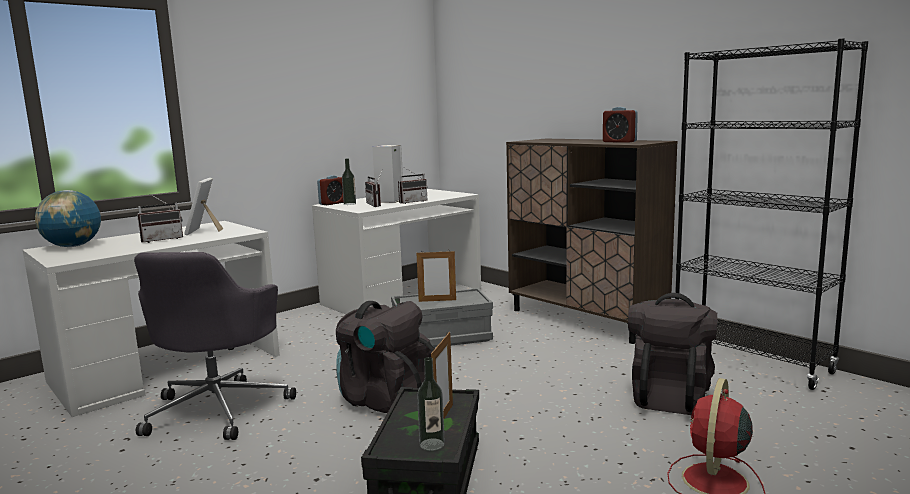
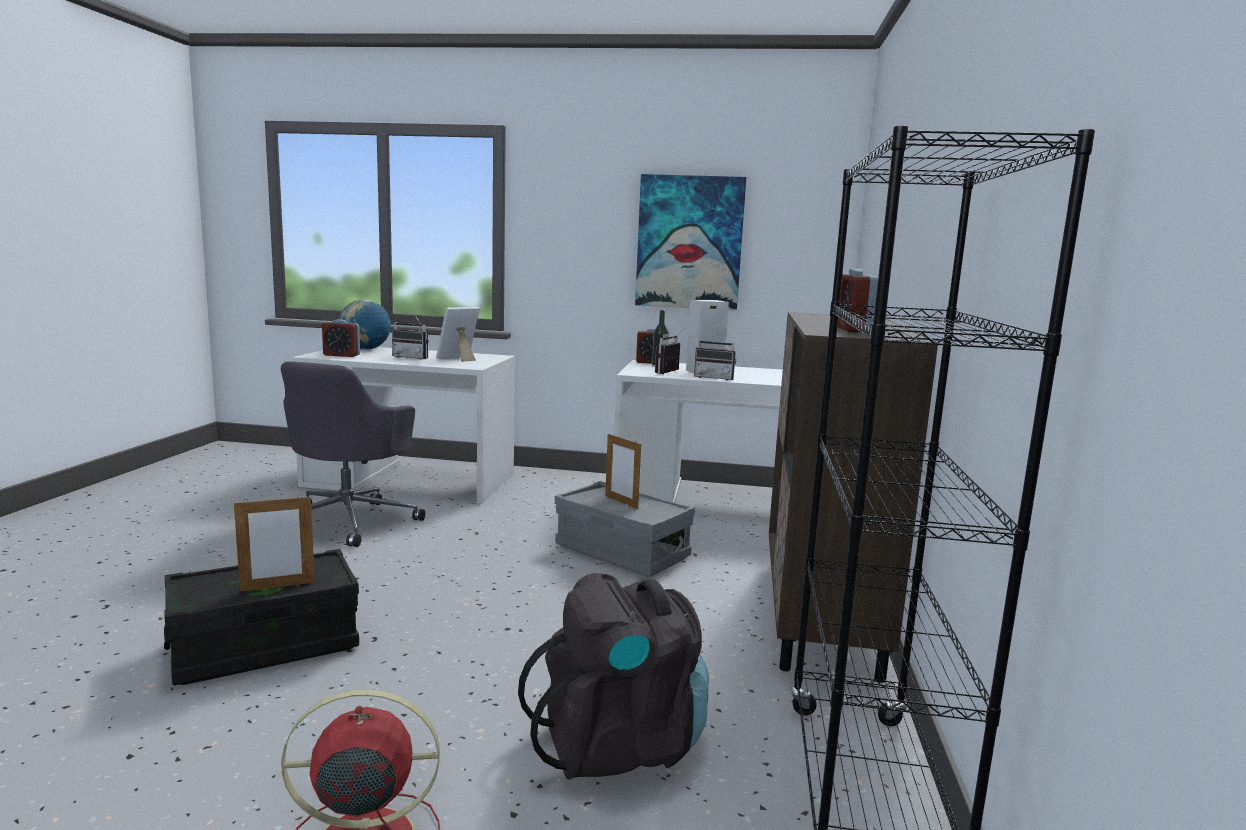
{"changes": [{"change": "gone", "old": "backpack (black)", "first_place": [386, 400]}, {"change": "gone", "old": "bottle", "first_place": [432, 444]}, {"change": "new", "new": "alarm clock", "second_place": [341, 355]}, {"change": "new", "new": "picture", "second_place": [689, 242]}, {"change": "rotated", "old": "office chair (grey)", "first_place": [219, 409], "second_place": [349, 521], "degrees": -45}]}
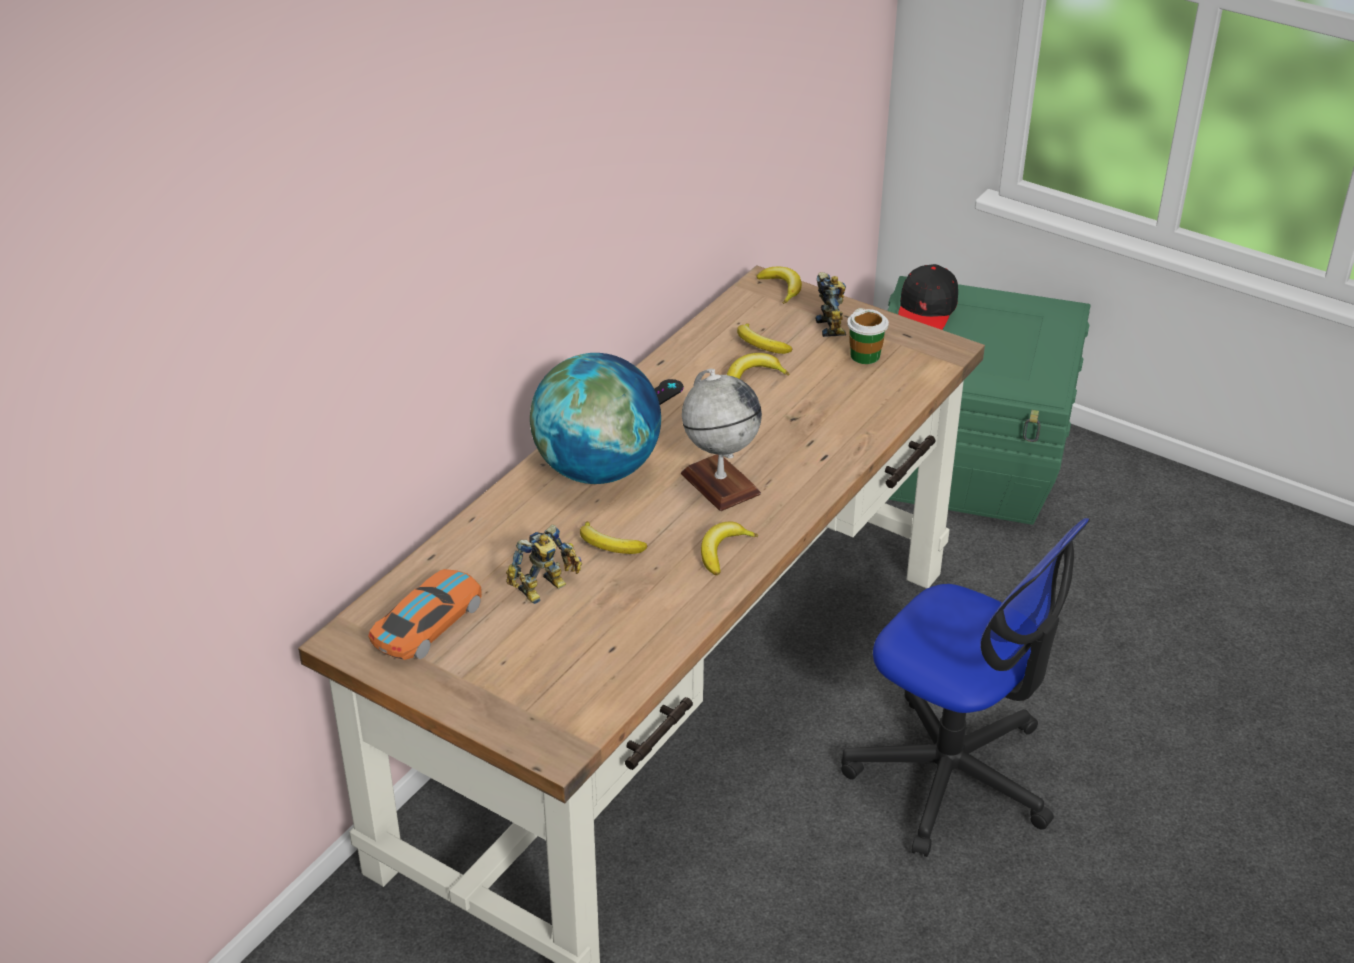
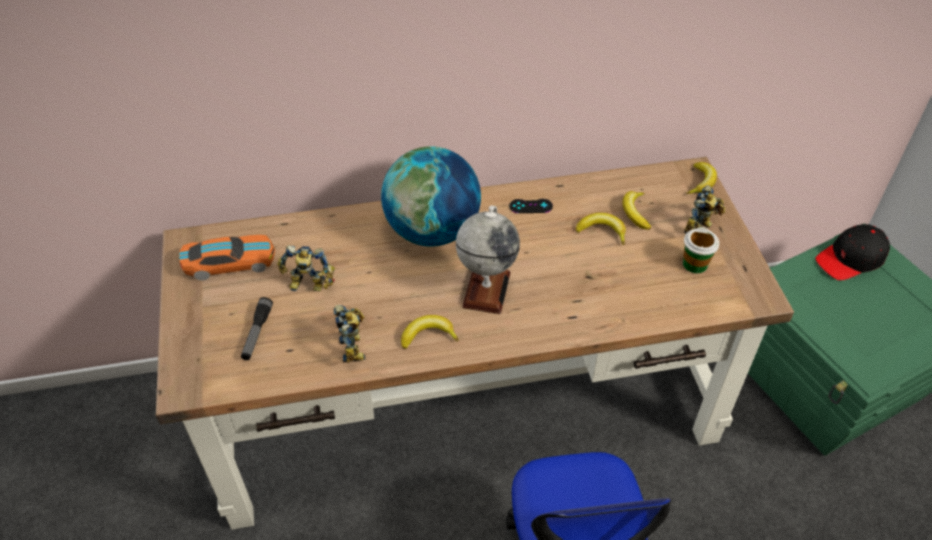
{"changes": [{"change": "gone", "old": "banana", "first_place": [609, 546]}, {"change": "new", "new": "flashlight", "second_place": [257, 333]}, {"change": "new", "new": "toy robot", "second_place": [354, 347]}]}
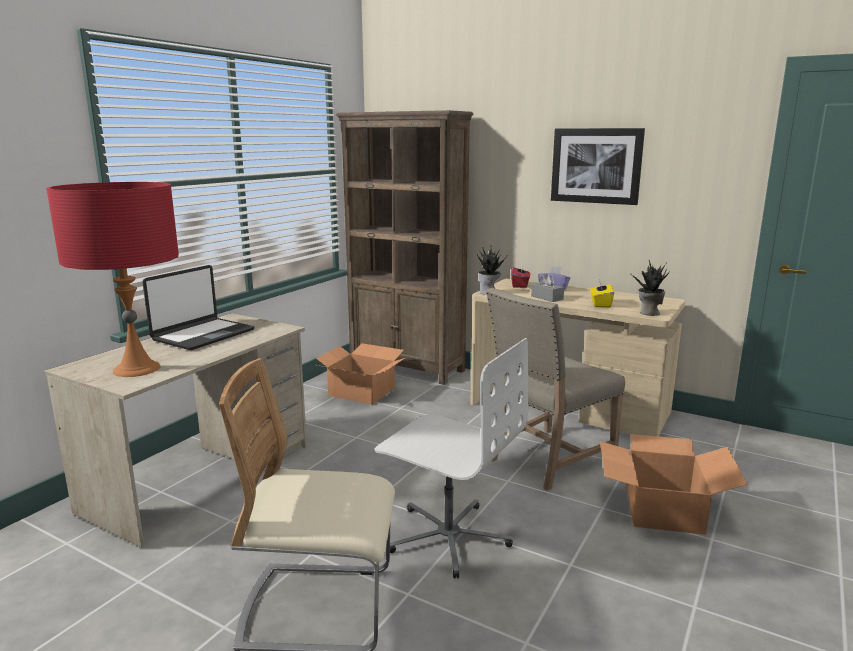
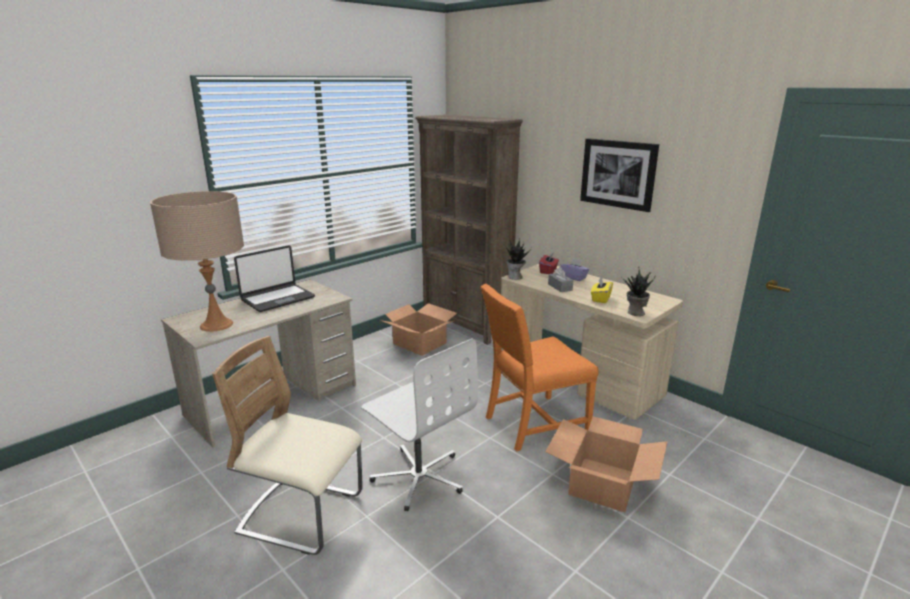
{"changes": [{"change": "repainted", "old": "table lamp (red)", "new": "table lamp (beige)", "first_place": [137, 369], "second_place": [216, 325]}, {"change": "repainted", "old": "chair (beige)", "new": "chair (orange)", "first_place": [547, 459], "second_place": [532, 424]}]}
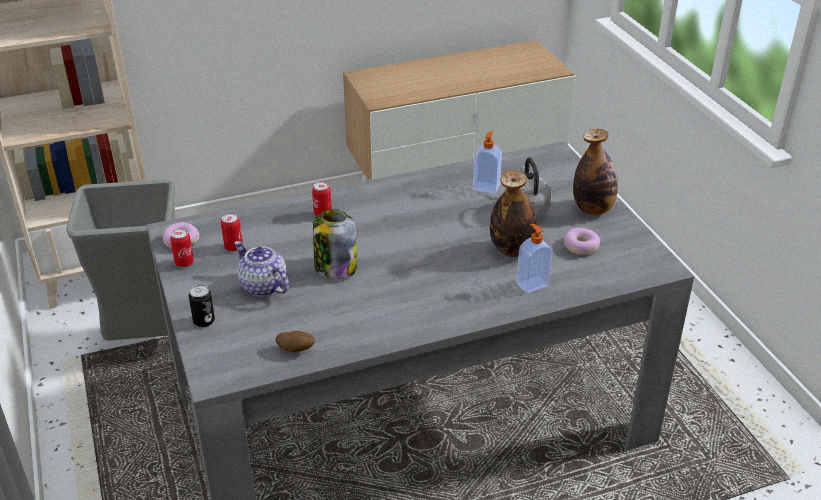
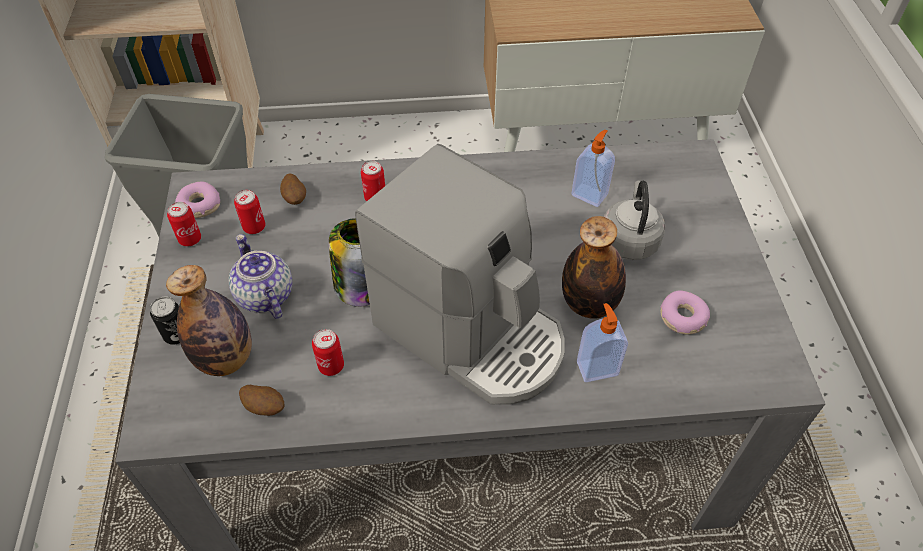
{"changes": [{"change": "new", "new": "potato", "second_place": [295, 198]}, {"change": "new", "new": "can", "second_place": [331, 366]}, {"change": "new", "new": "coffee machine", "second_place": [472, 333]}, {"change": "shifted", "old": "bottle", "first_place": [593, 209], "second_place": [226, 359]}]}
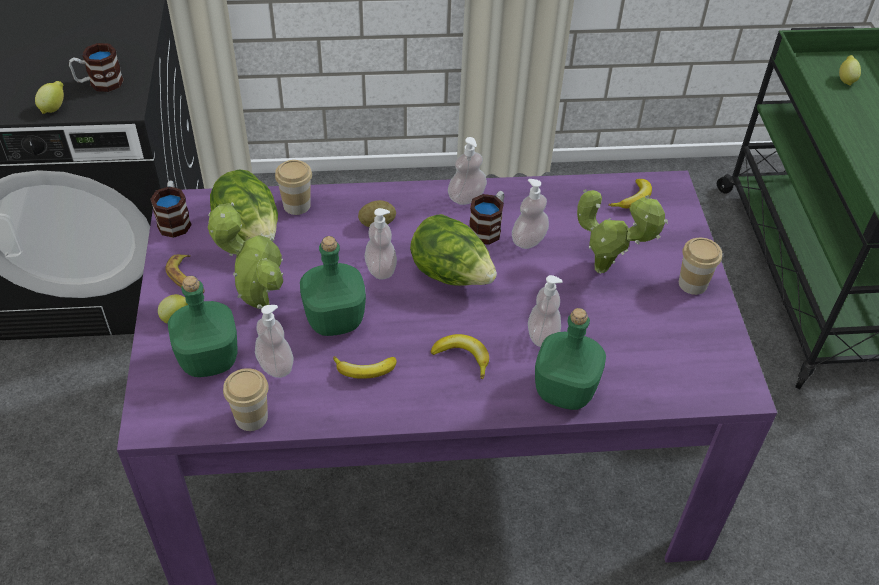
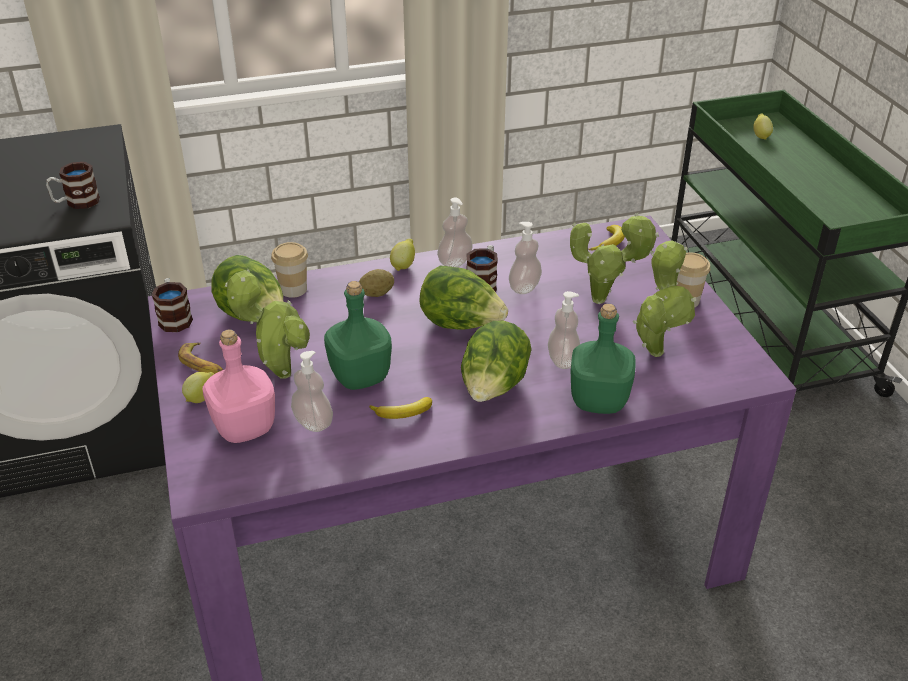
{"changes": [{"change": "gone", "old": "cup", "first_place": [251, 417]}, {"change": "gone", "old": "soap dispenser", "first_place": [381, 269]}, {"change": "new", "new": "potted plant", "second_place": [655, 348]}, {"change": "shifted", "old": "lemon", "first_place": [54, 108], "second_place": [403, 265]}, {"change": "swapped", "old": "banana", "new": "lettuce", "first_place": [463, 357], "second_place": [494, 388]}, {"change": "repainted", "old": "bottle (green)", "new": "bottle (pink)", "first_place": [208, 359], "second_place": [244, 427]}]}
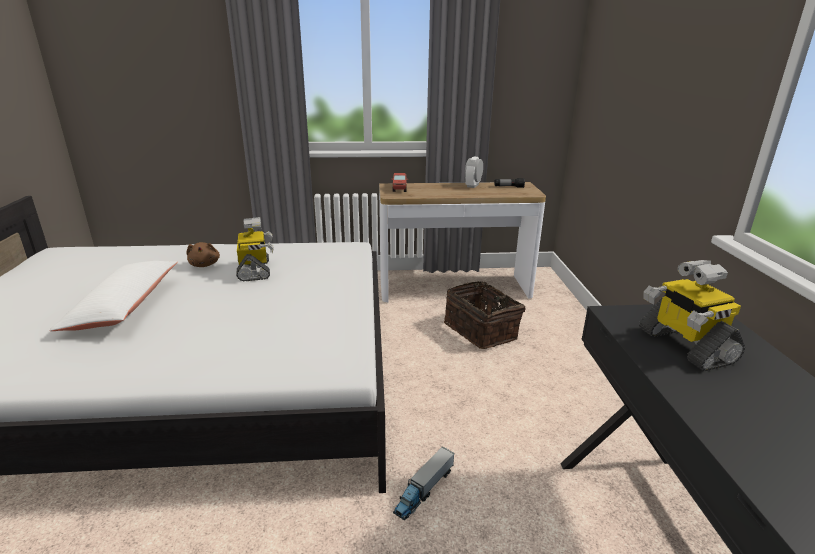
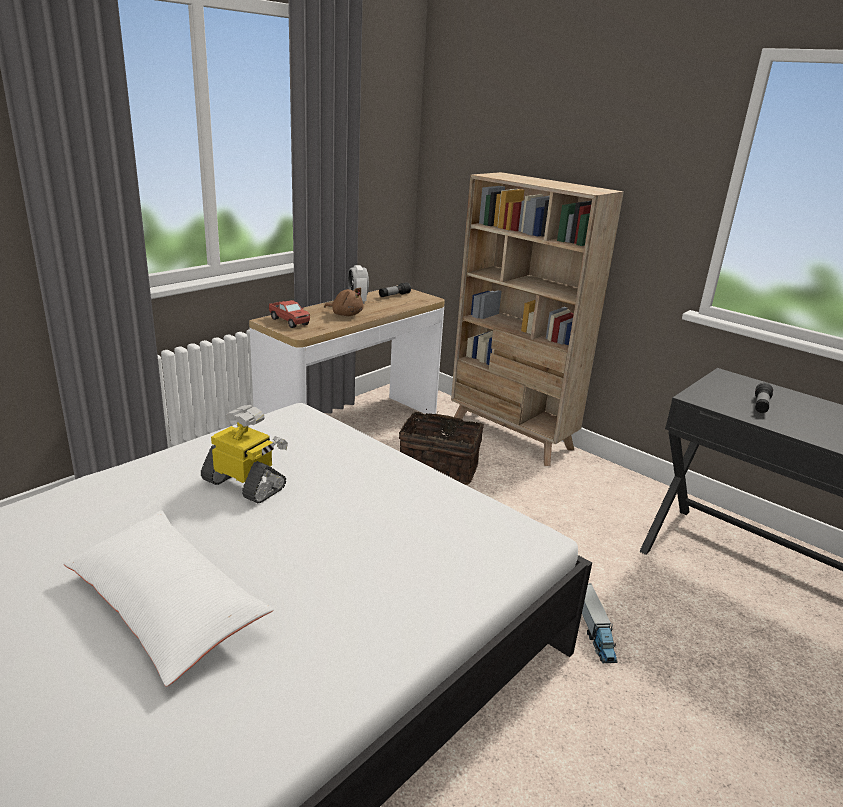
{"changes": [{"change": "new", "new": "bookcase (beige)", "second_place": [511, 436]}, {"change": "shifted", "old": "plush toy (brown)", "first_place": [205, 264], "second_place": [346, 314]}, {"change": "swapped", "old": "toy robot", "new": "flashlight", "first_place": [684, 345], "second_place": [760, 405]}]}
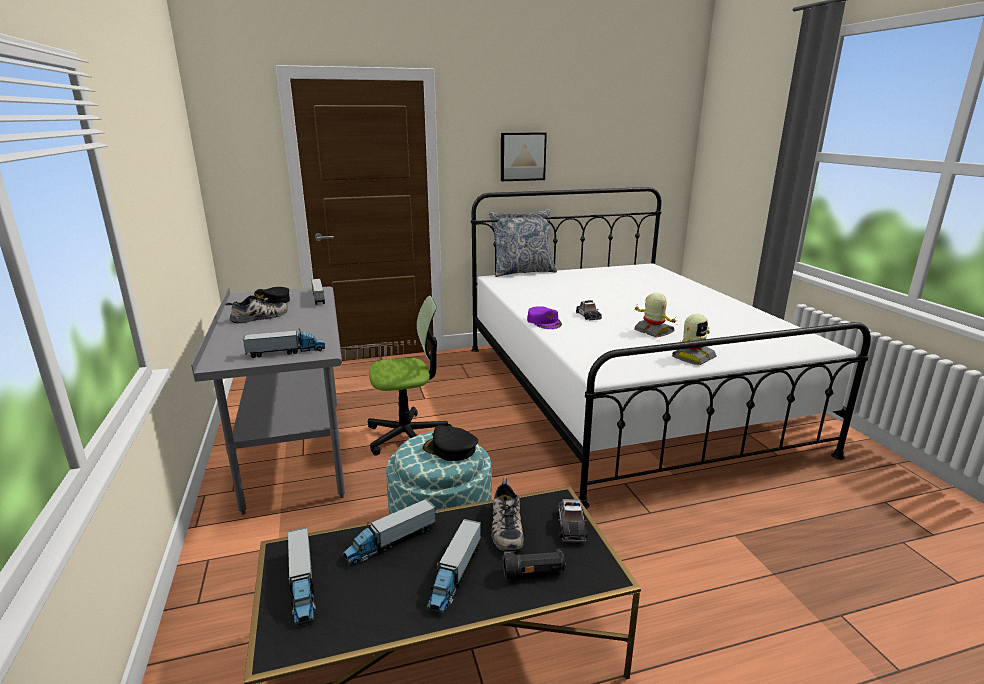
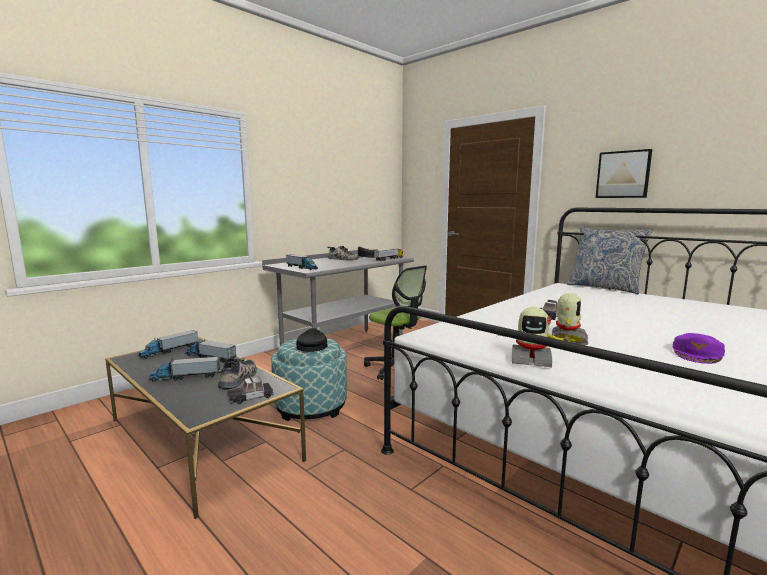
{"changes": [{"change": "gone", "old": "flashlight (black)", "first_place": [534, 573]}, {"change": "shifted", "old": "cap (purple)", "first_place": [544, 322], "second_place": [697, 354]}, {"change": "rotated", "old": "shoe", "first_place": [505, 526], "second_place": [239, 379], "degrees": 135}]}
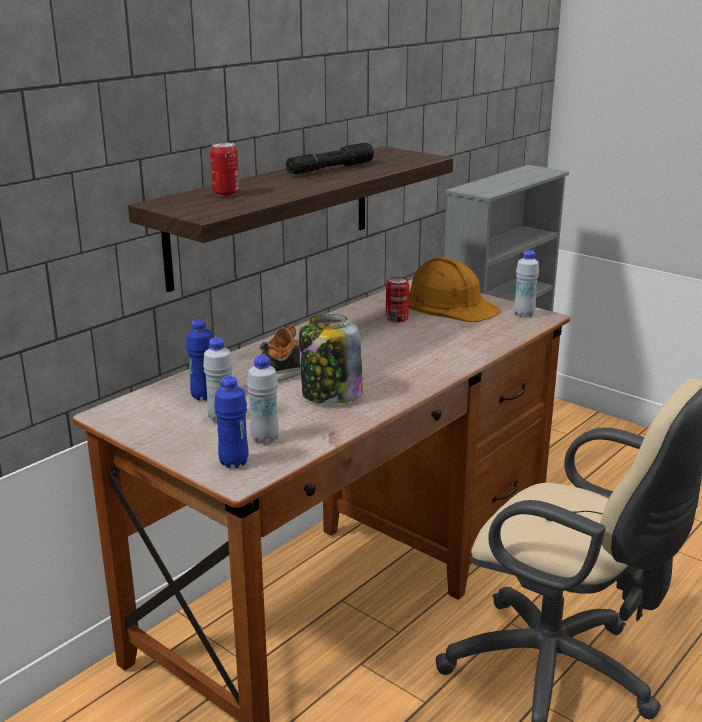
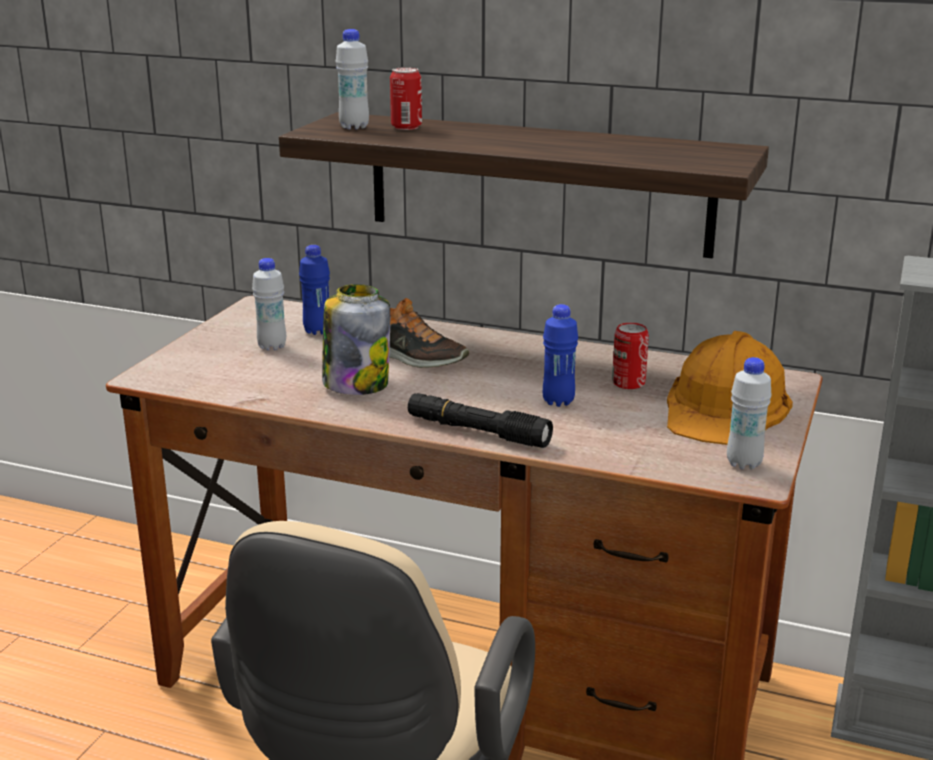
{"changes": [{"change": "shifted", "old": "bottle (blue)", "first_place": [234, 463], "second_place": [558, 401]}, {"change": "shifted", "old": "bottle (white)", "first_place": [265, 438], "second_place": [354, 127]}, {"change": "shifted", "old": "flashlight (black)", "first_place": [330, 169], "second_place": [477, 432]}]}
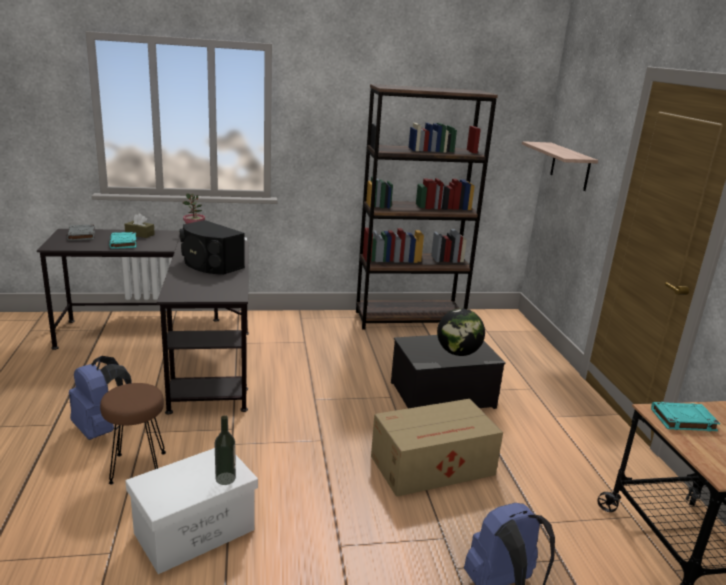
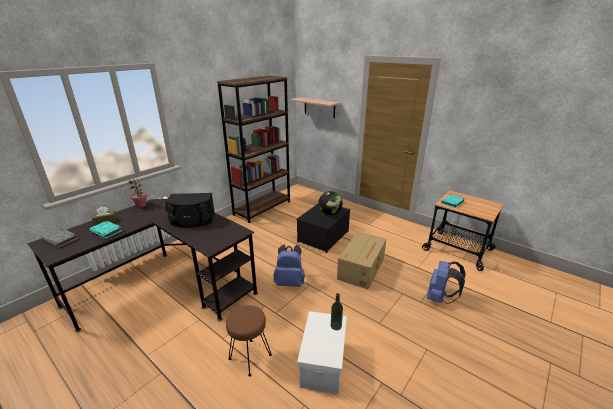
{"changes": [{"change": "shifted", "old": "backpack (blue)", "first_place": [101, 429], "second_place": [290, 282]}]}
